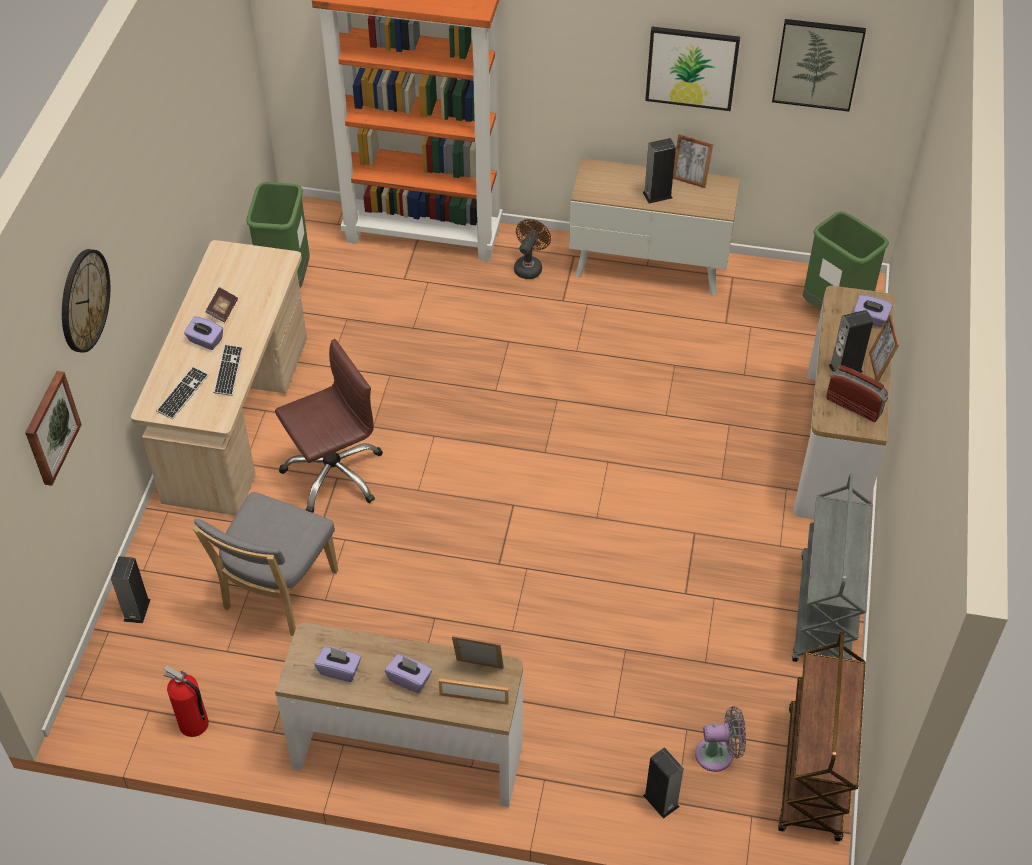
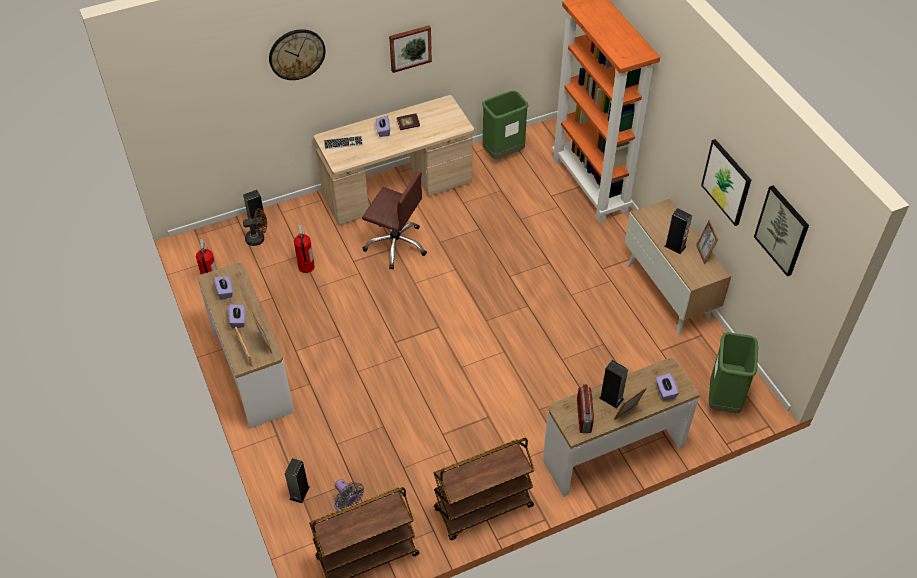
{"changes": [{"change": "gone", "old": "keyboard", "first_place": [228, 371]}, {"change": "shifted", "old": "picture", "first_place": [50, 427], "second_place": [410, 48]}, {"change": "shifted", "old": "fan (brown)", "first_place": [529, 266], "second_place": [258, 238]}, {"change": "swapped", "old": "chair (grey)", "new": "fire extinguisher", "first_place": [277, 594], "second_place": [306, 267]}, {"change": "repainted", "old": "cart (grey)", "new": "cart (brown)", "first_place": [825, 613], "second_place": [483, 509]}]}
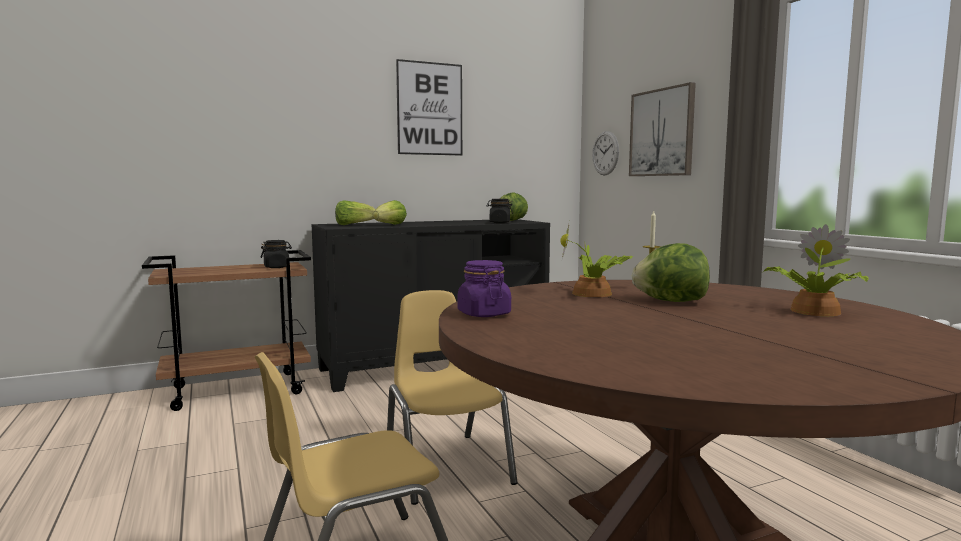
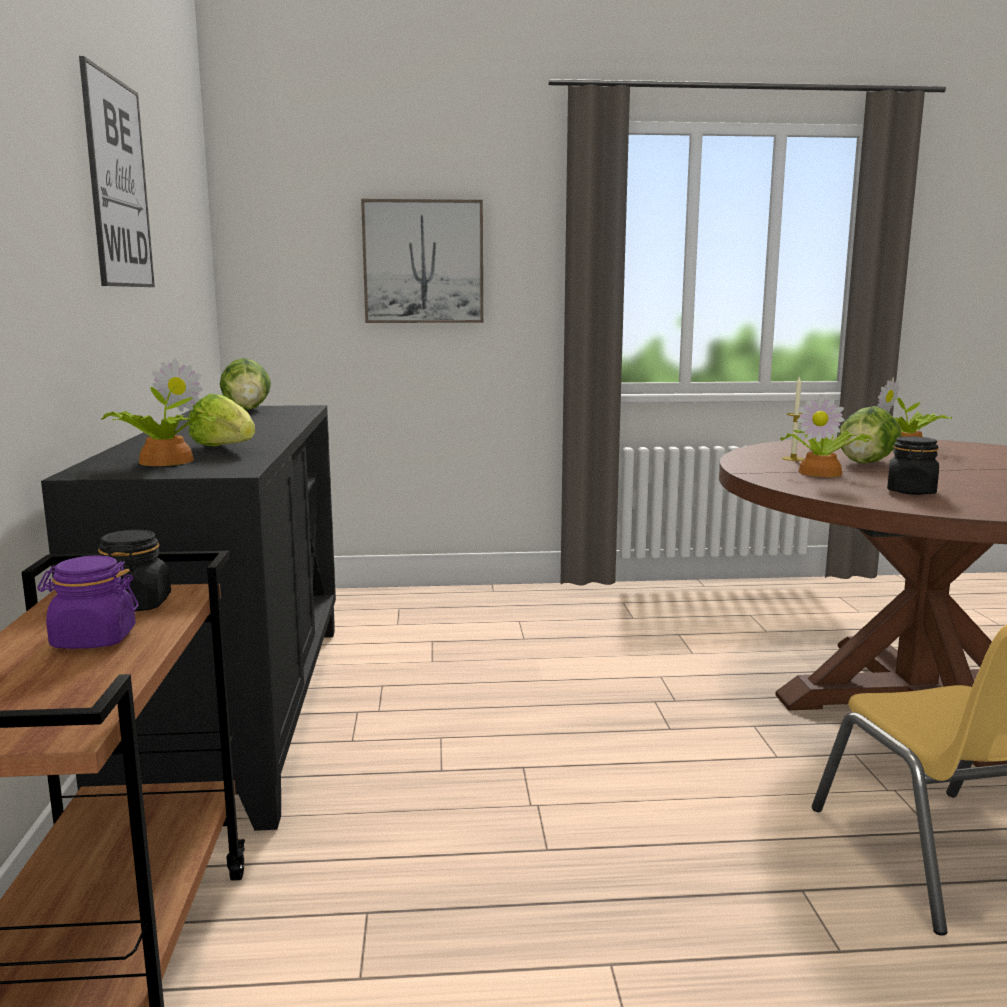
{"changes": [{"change": "gone", "old": "chair (yellow)", "first_place": [446, 466]}, {"change": "gone", "old": "wall clock", "first_place": [605, 153]}, {"change": "shifted", "old": "jar (purple)", "first_place": [483, 314], "second_place": [93, 640]}, {"change": "shifted", "old": "jar (black)", "first_place": [499, 222], "second_place": [911, 491]}, {"change": "swapped", "old": "lettuce", "new": "potted plant", "first_place": [353, 225], "second_place": [163, 461]}]}
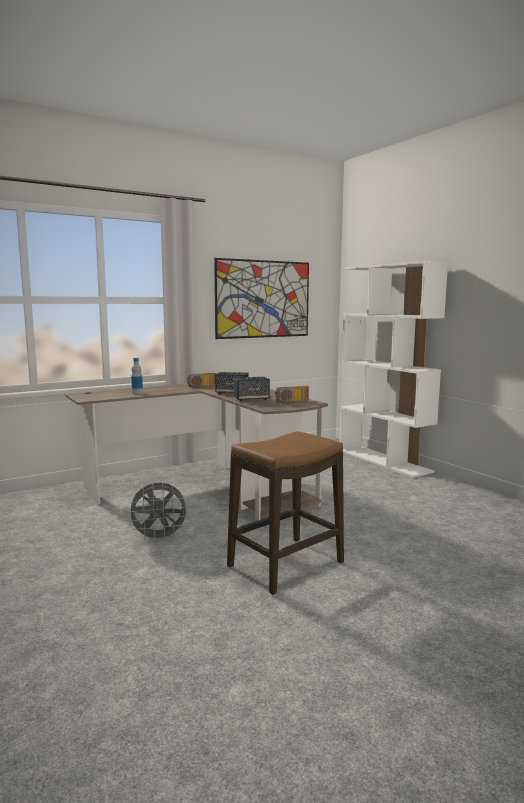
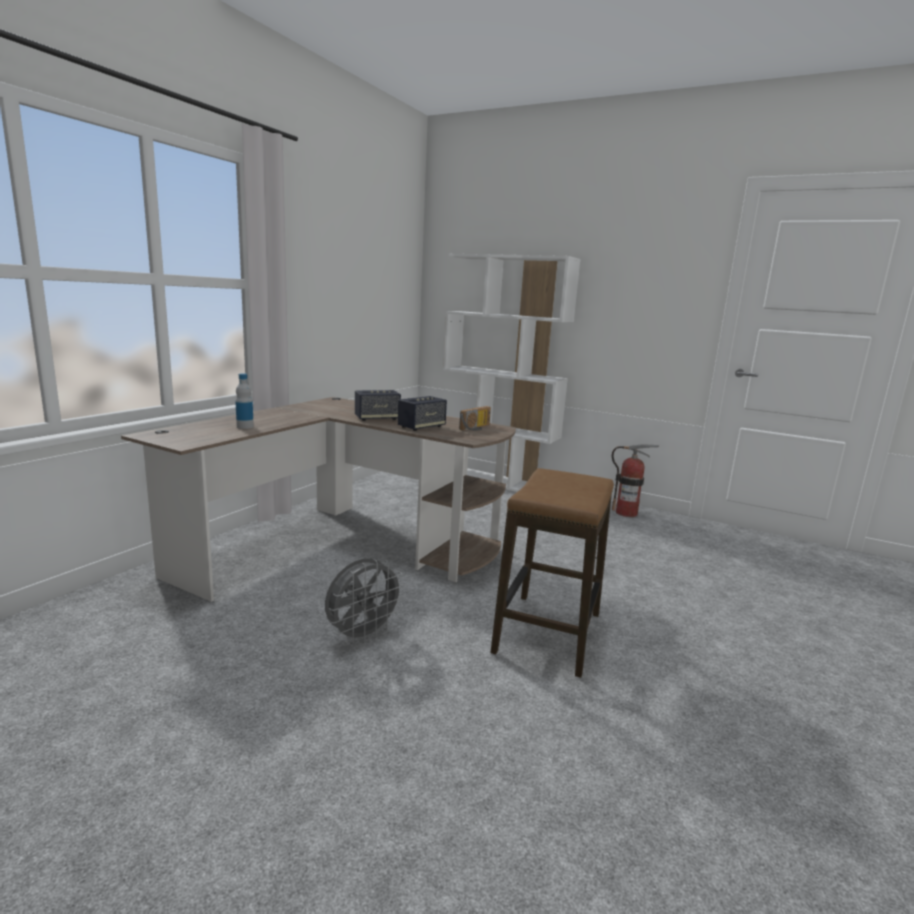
{"changes": [{"change": "gone", "old": "radio", "first_place": [202, 387]}, {"change": "gone", "old": "picture", "first_place": [263, 299]}, {"change": "new", "new": "fire extinguisher", "second_place": [626, 513]}]}
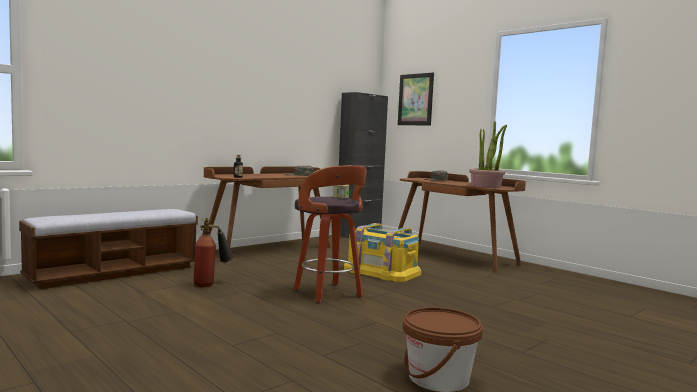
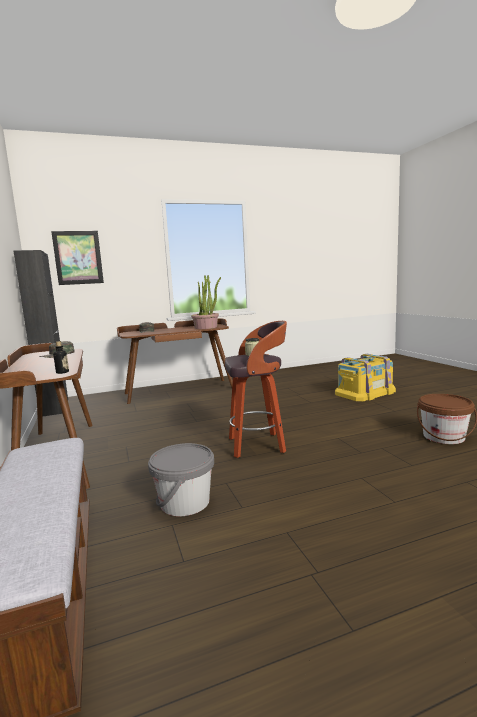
{"changes": [{"change": "shifted", "old": "storage box (yellow)", "first_place": [382, 271], "second_place": [364, 392]}, {"change": "swapped", "old": "fire extinguisher", "new": "bucket (grey)", "first_place": [211, 284], "second_place": [184, 502]}]}
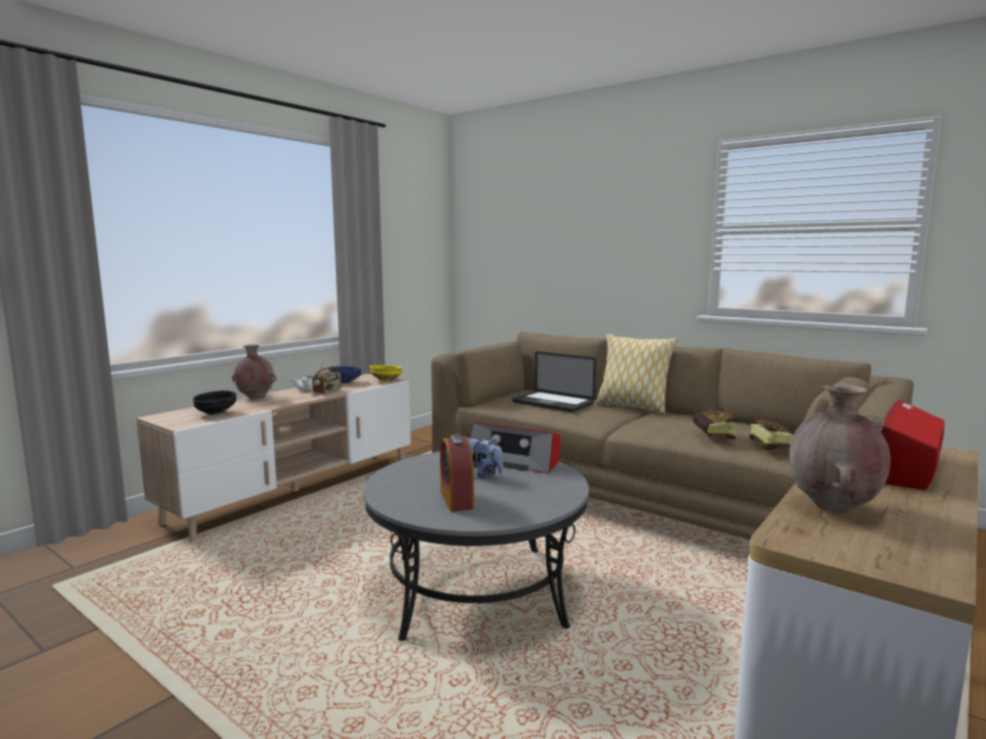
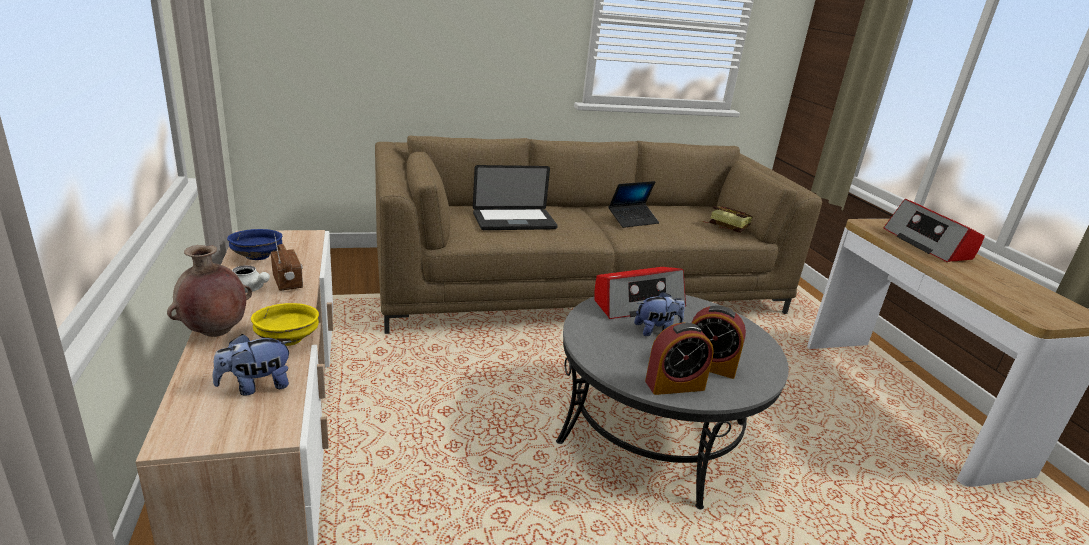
{"changes": [{"change": "gone", "old": "pillow", "first_place": [632, 407]}, {"change": "gone", "old": "book", "first_place": [715, 439]}, {"change": "gone", "old": "vase (brown)", "first_place": [833, 508]}, {"change": "new", "new": "laptop", "second_place": [633, 220]}, {"change": "new", "new": "alarm clock", "second_place": [674, 385]}, {"change": "shifted", "old": "bowl (yellow)", "first_place": [386, 381], "second_place": [288, 339]}, {"change": "swapped", "old": "bowl (black)", "new": "plush toy", "first_place": [215, 413], "second_place": [256, 386]}]}
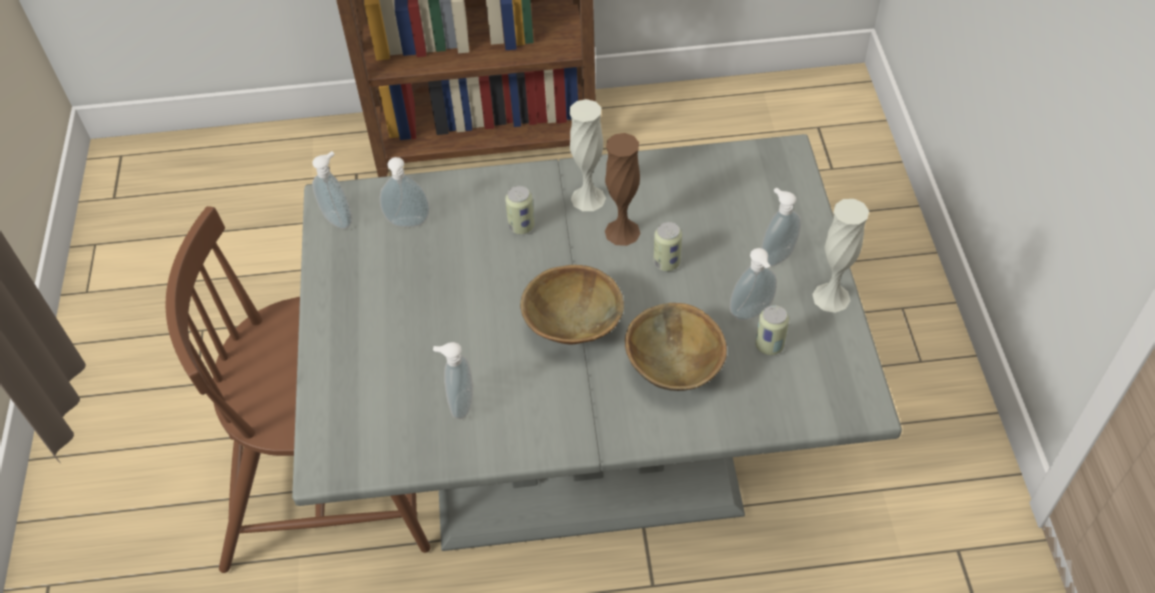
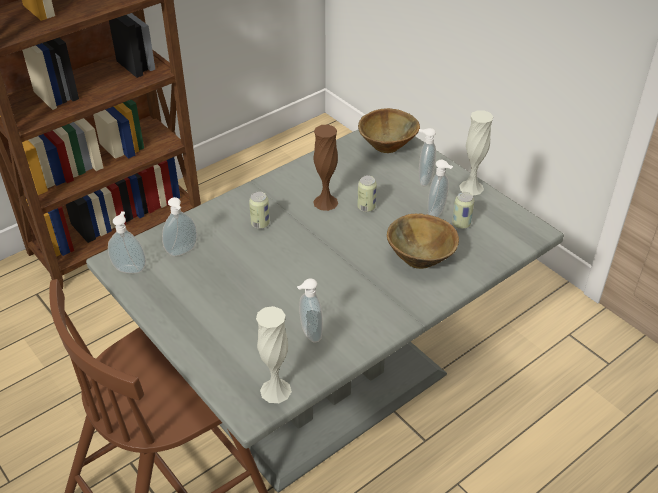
{"changes": [{"change": "shifted", "old": "bowl (brown)", "first_place": [572, 328], "second_place": [387, 146]}, {"change": "shifted", "old": "vase (white)", "first_place": [588, 198], "second_place": [275, 390]}]}
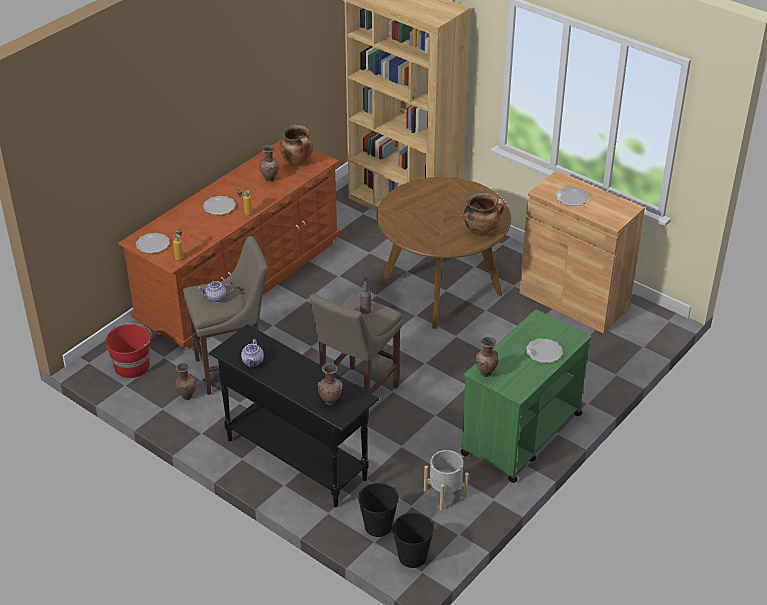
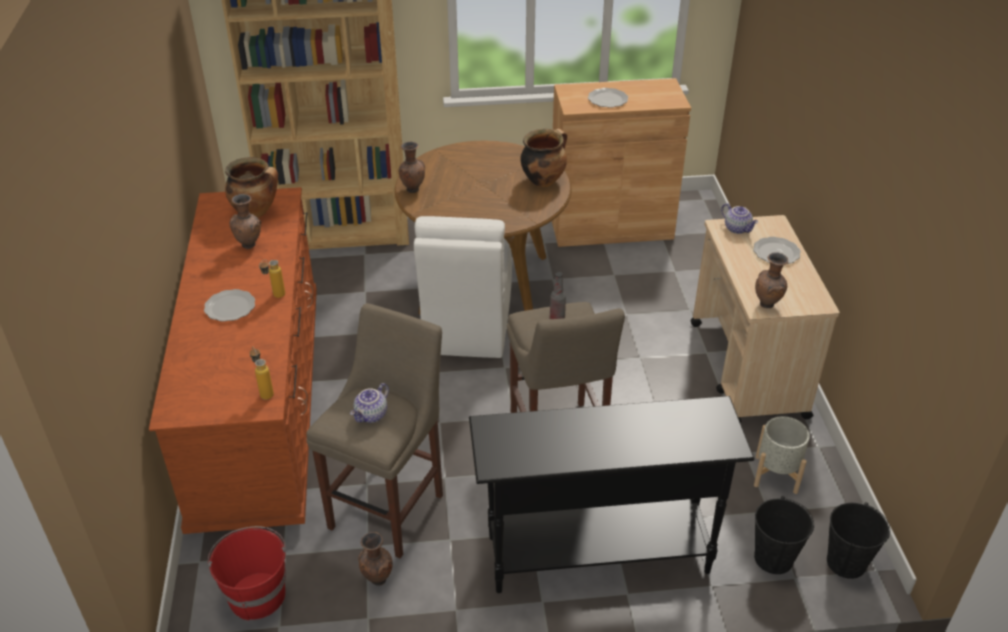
{"changes": [{"change": "gone", "old": "plate", "first_place": [153, 244]}, {"change": "new", "new": "chair (white)", "second_place": [467, 326]}, {"change": "shifted", "old": "teapot", "first_place": [253, 362], "second_place": [737, 228]}, {"change": "shifted", "old": "vase (brown)", "first_place": [330, 401], "second_place": [412, 189]}, {"change": "repainted", "old": "cart (green)", "new": "cart (beige)", "first_place": [520, 434], "second_place": [748, 370]}]}
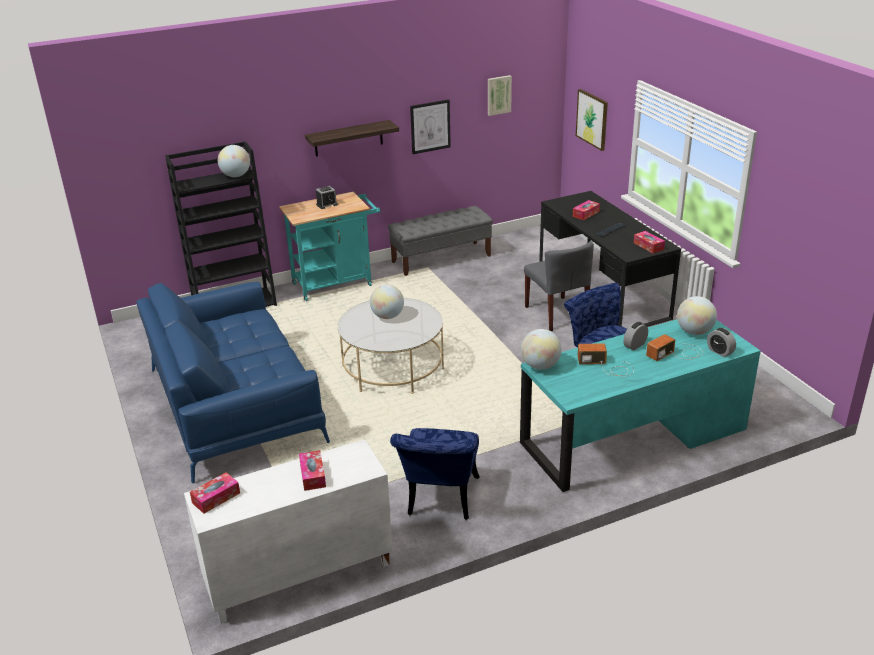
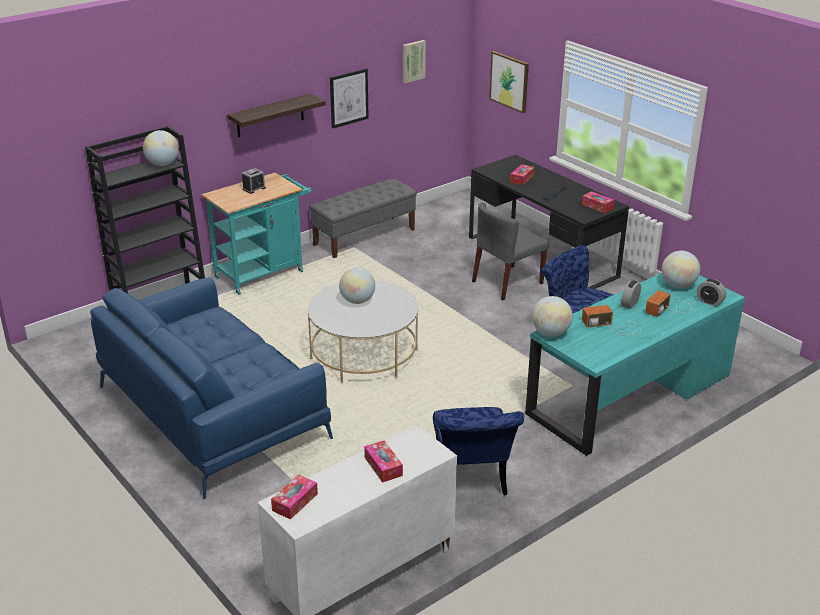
{"changes": [{"change": "rotated", "old": "chair (grey)", "first_place": [557, 314], "second_place": [507, 283], "degrees": 90}]}
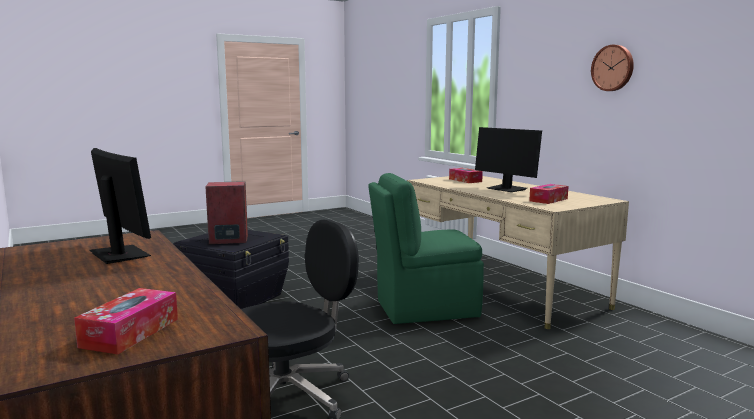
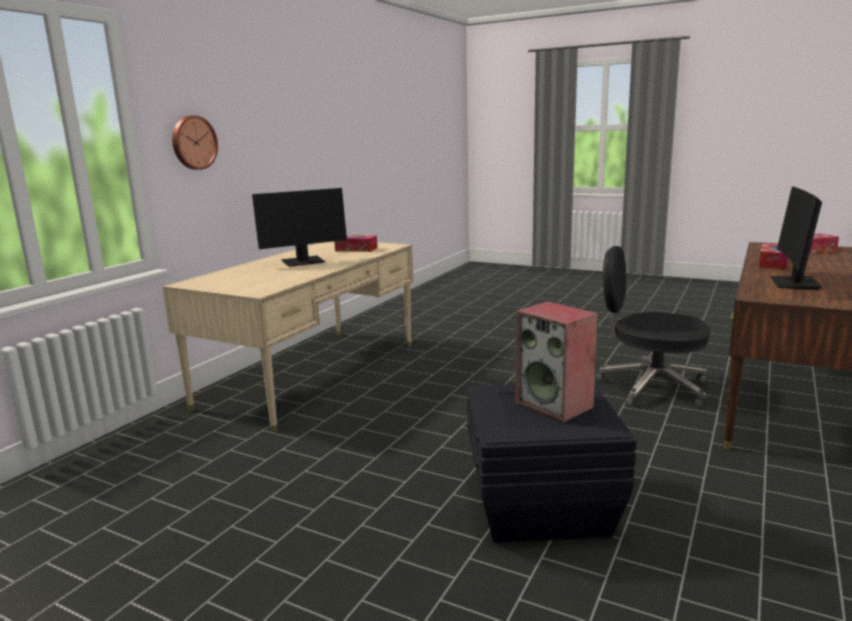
{"changes": [{"change": "gone", "old": "chair (green)", "first_place": [424, 308]}, {"change": "shifted", "old": "tissue box", "first_place": [465, 180], "second_place": [773, 263]}, {"change": "shifted", "old": "wall clock", "first_place": [613, 68], "second_place": [193, 142]}, {"change": "rotated", "old": "monitor", "first_place": [506, 189], "second_place": [303, 262], "degrees": 45}]}
